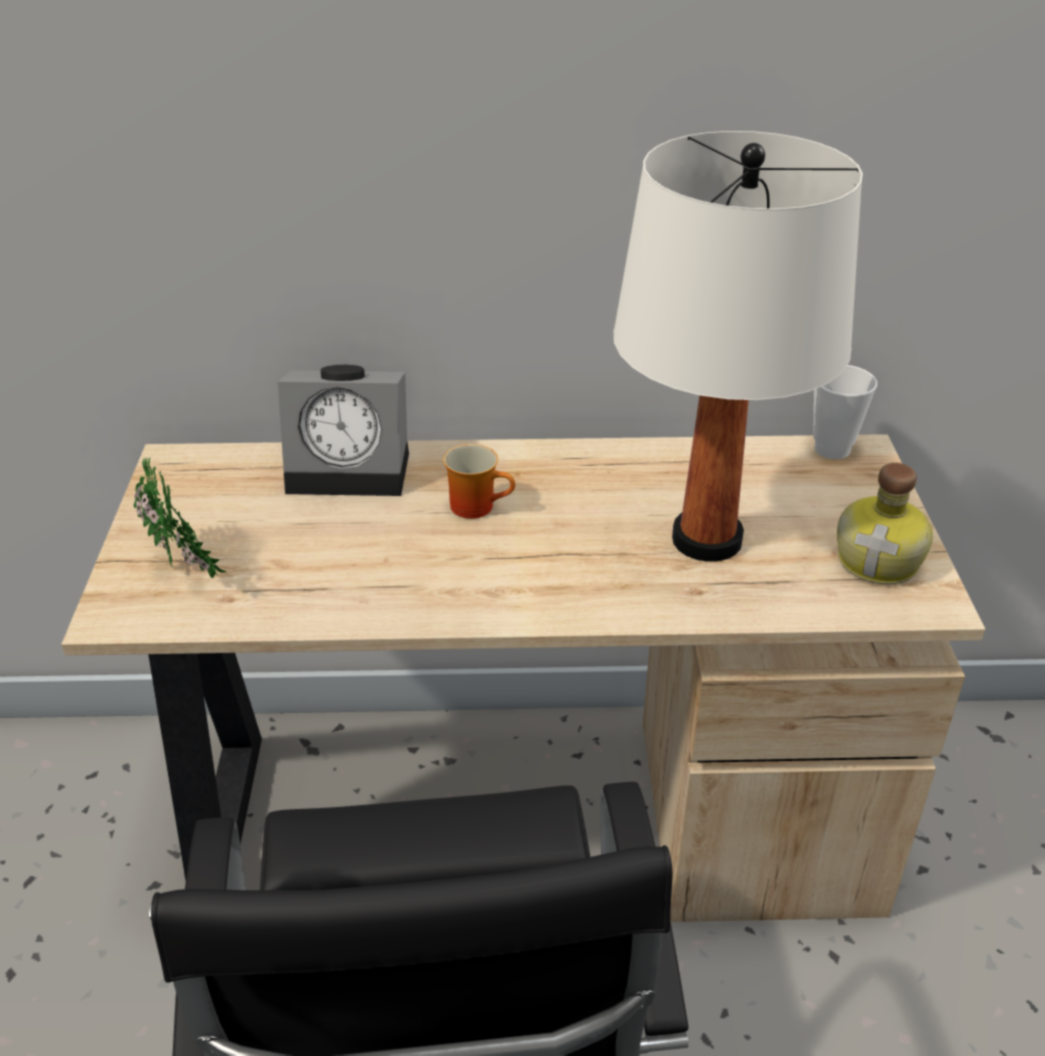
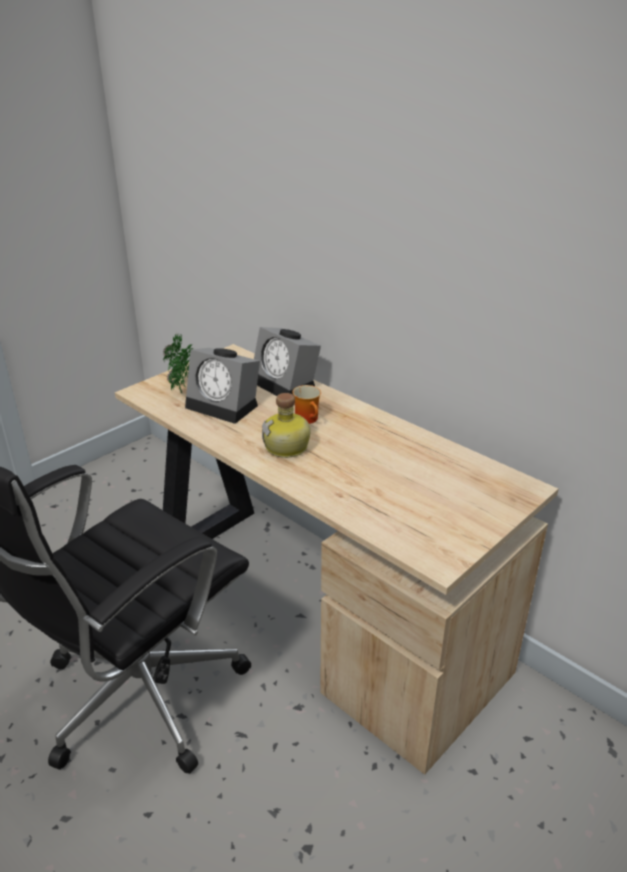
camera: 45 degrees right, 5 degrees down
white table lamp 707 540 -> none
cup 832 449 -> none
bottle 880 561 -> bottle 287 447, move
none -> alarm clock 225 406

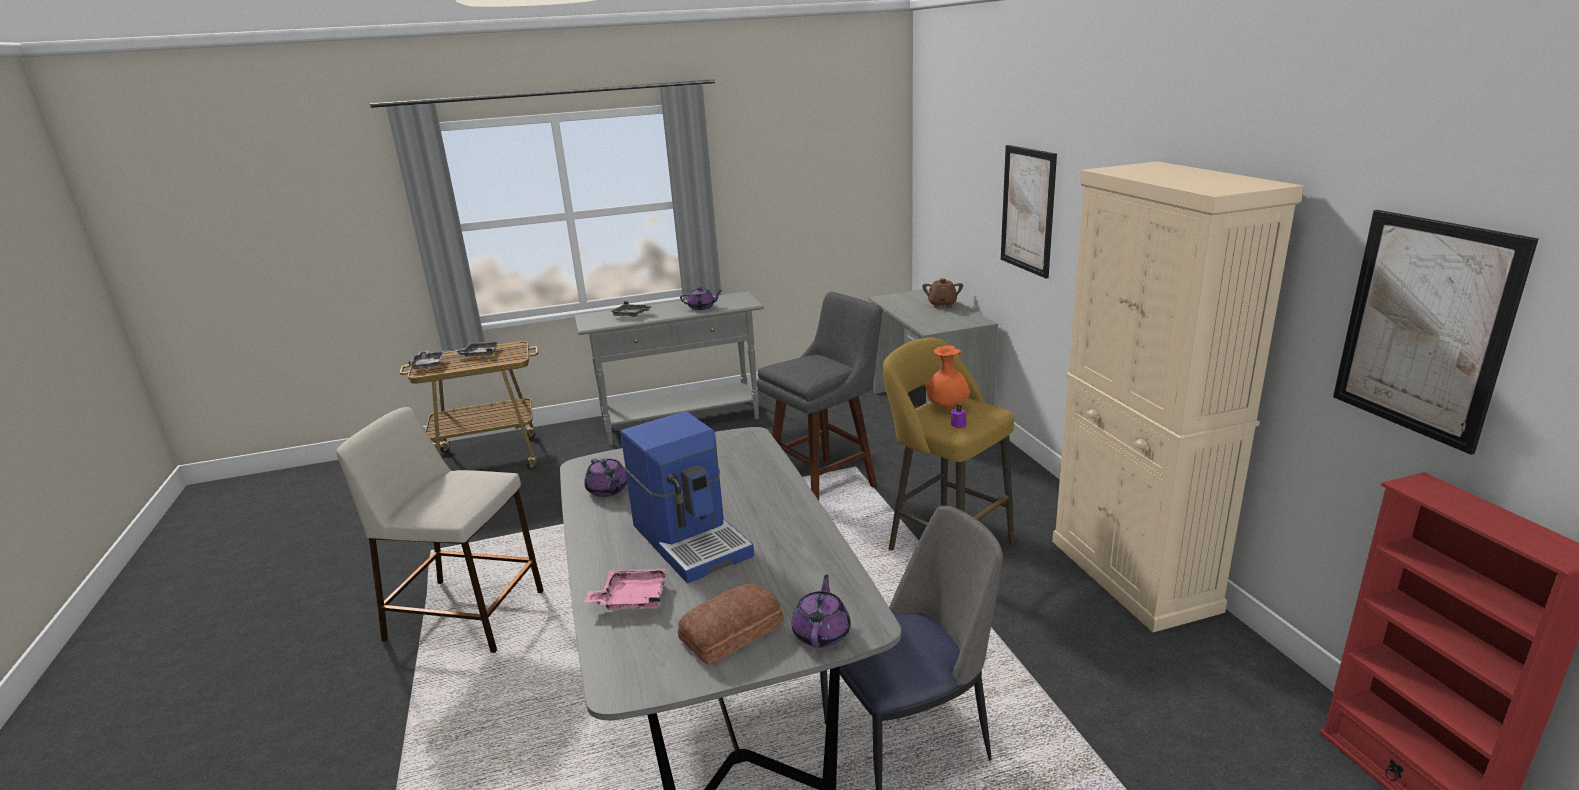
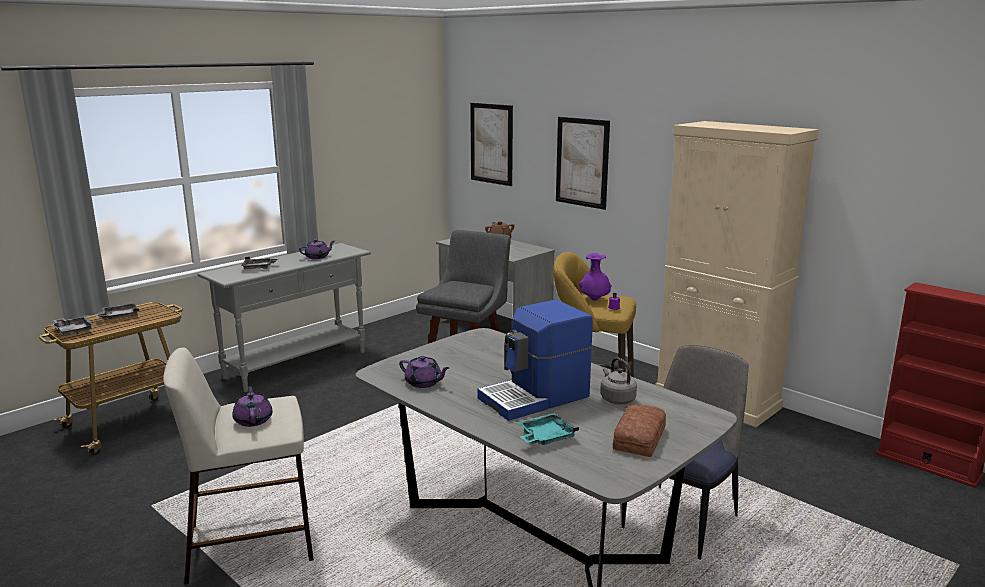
camera: 30 degrees left, 5 degrees down
pink tray 632 598 -> turquoise tray 545 437
coffee machine 692 539 -> coffee machine 535 398, 120 degrees clockwise
purple teapot 822 633 -> purple teapot 253 420, move
orange vase 947 408 -> purple vase 594 300
picture 1424 327 -> picture 491 143, move
none -> grey kettle 616 399

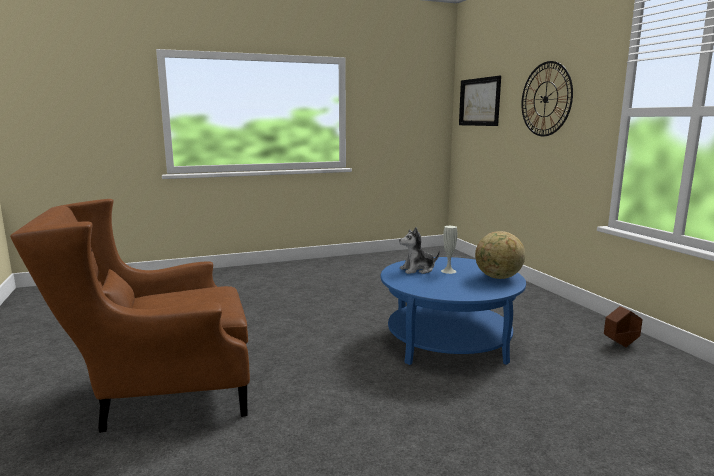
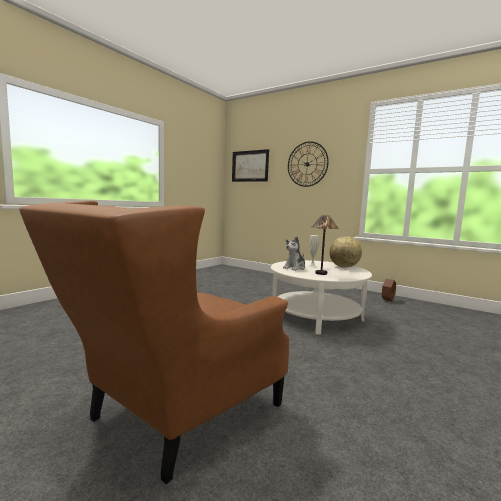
camera: 35 degrees left, 5 degrees down
blue coffee table 448 341 -> white coffee table 316 316
none -> table lamp 321 273

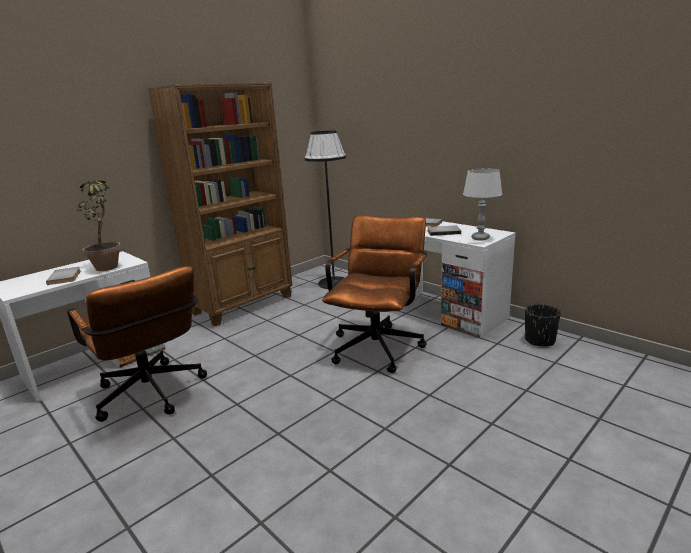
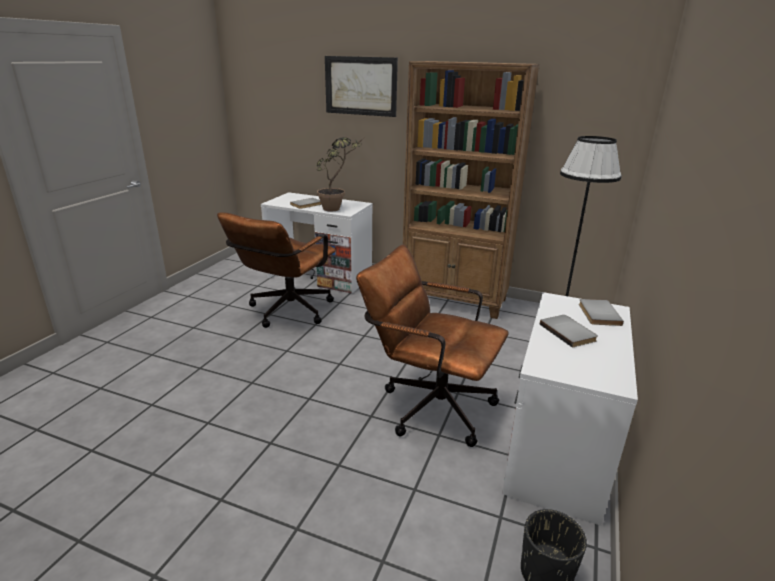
camera: 65 degrees right, 5 degrees up
brown office chair 379 344 -> brown office chair 429 404, 150 degrees counterclockwise
grey table lamp 480 238 -> none
none -> picture 361 86

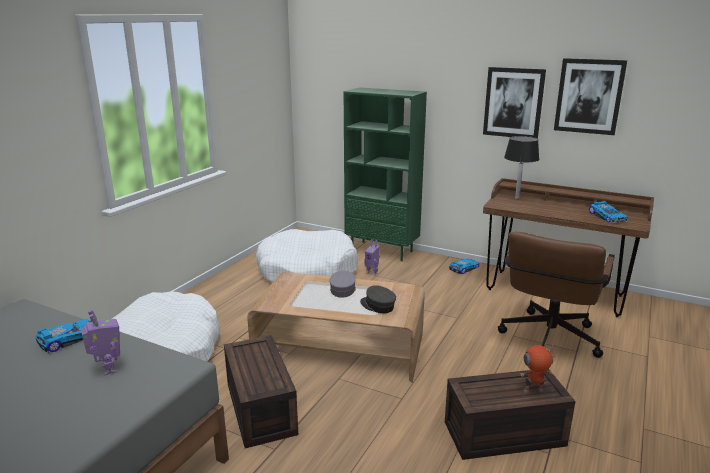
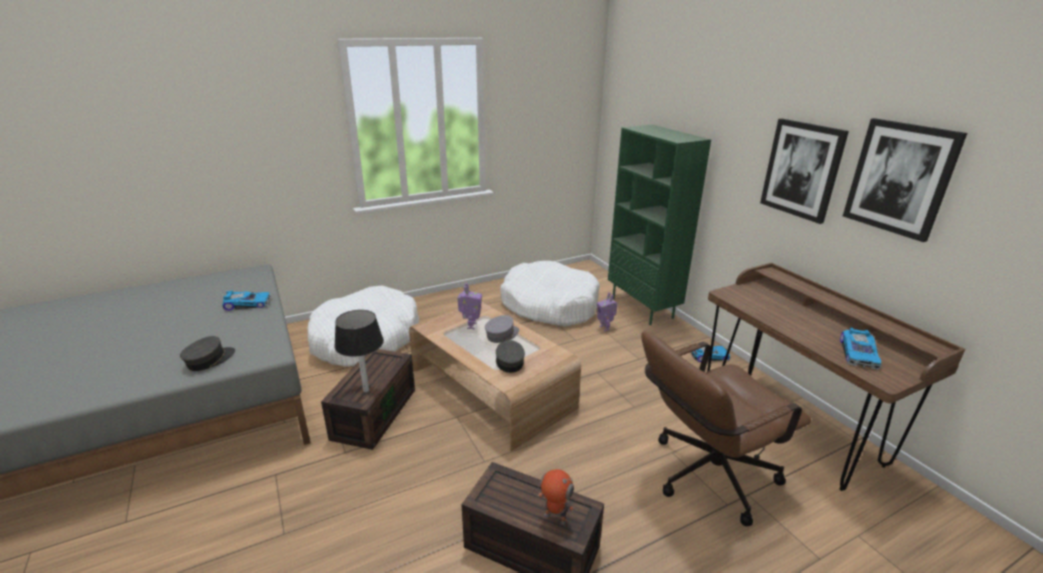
camera: 35 degrees right, 5 degrees up
toy robot 108 369 -> toy robot 470 326, move
black table lamp 517 198 -> black table lamp 366 390, move
none -> grey cap 209 360

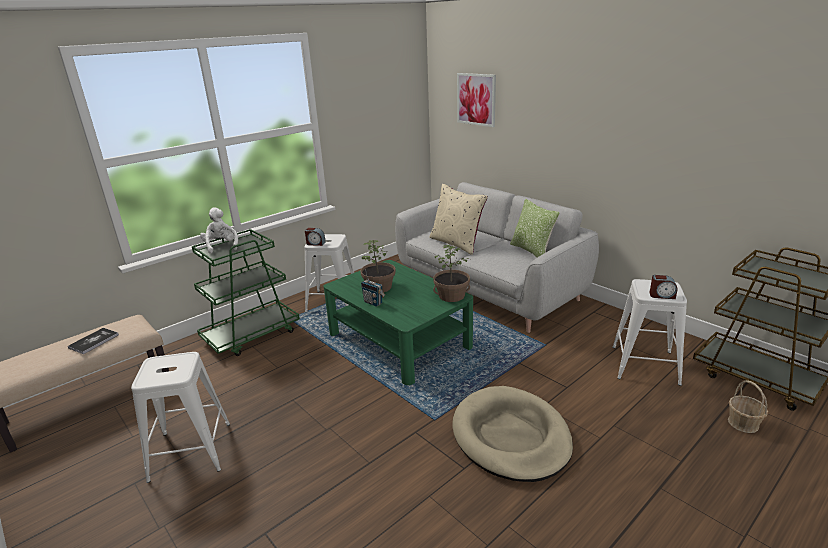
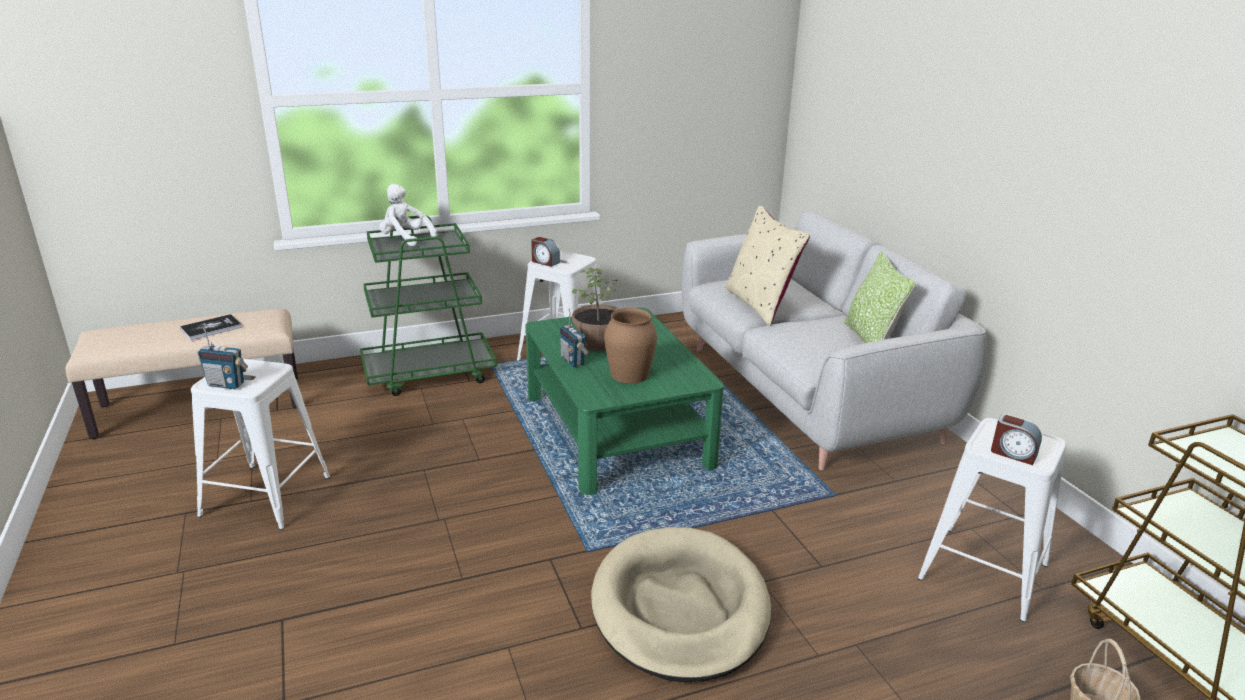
camera: 20 degrees right, 0 degrees up
white plush toy 221 246 -> white plush toy 405 239, 60 degrees counterclockwise
potted plant 451 296 -> none
picture 476 99 -> none
none -> radio 226 384
none -> brown vase 629 374

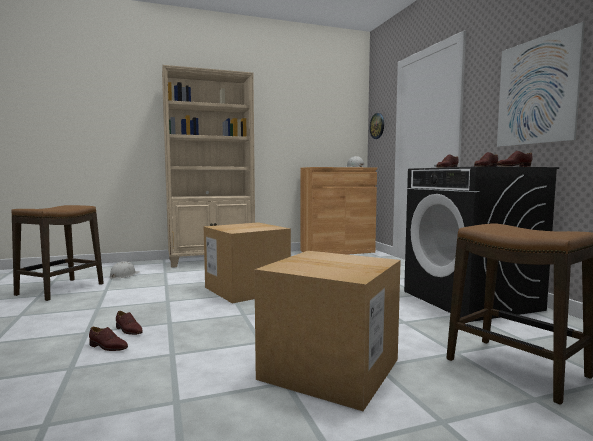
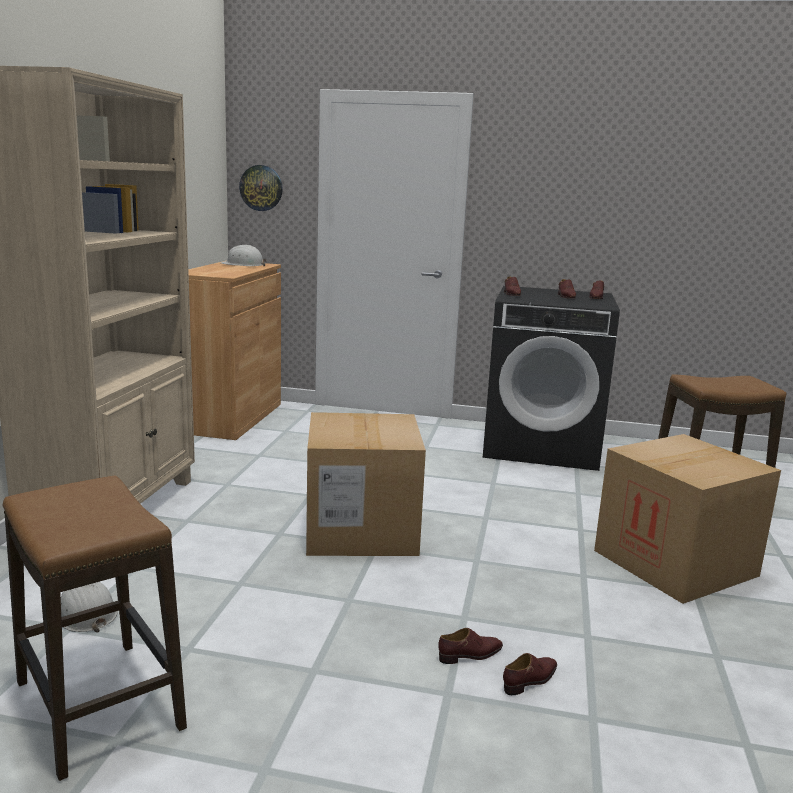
camera: 60 degrees left, 10 degrees up
picture 537 91 -> none

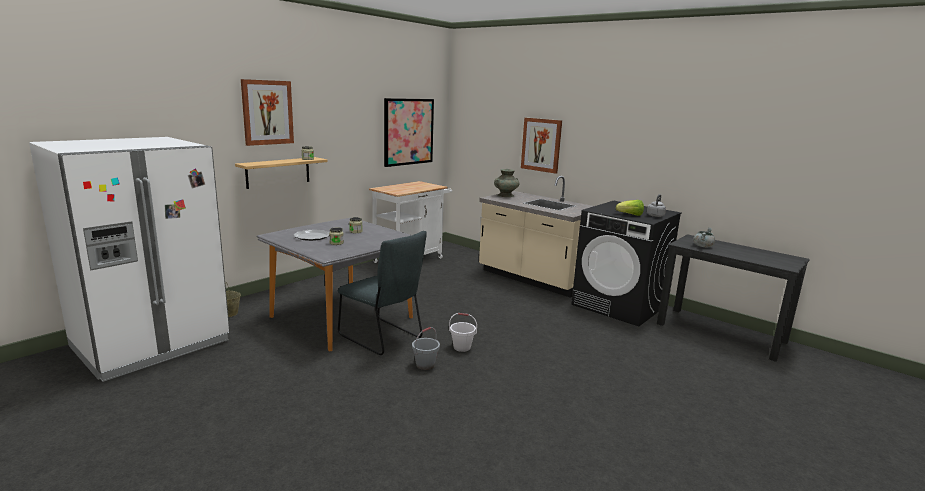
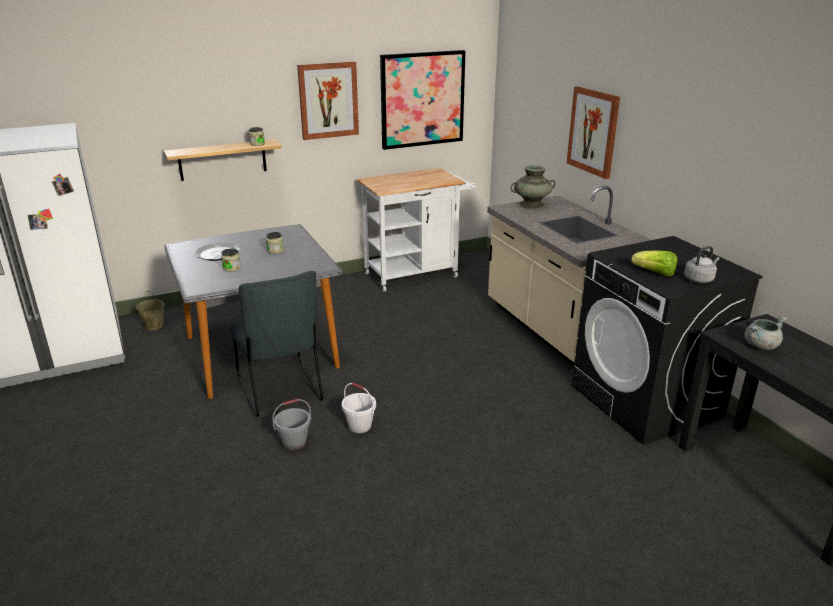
camera: 25 degrees right, 10 degrees up
picture 267 112 -> picture 328 100, move

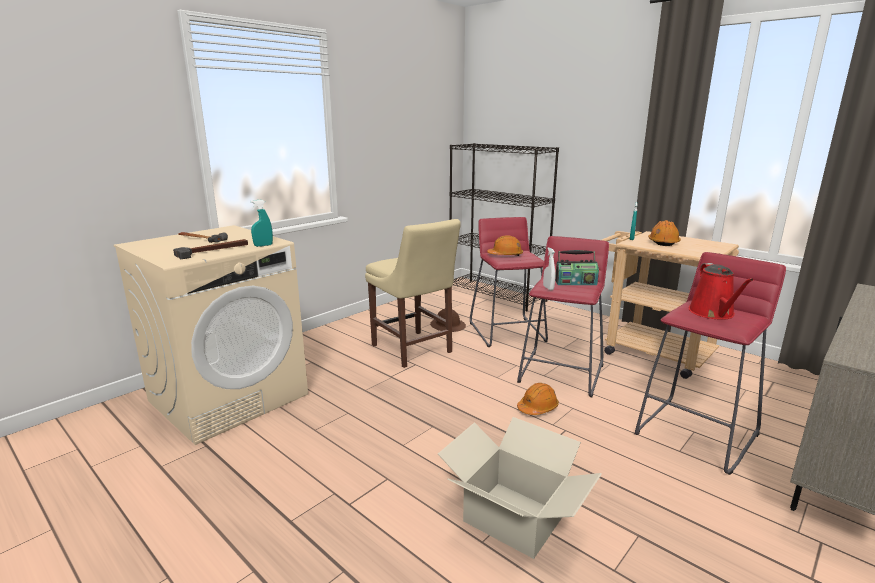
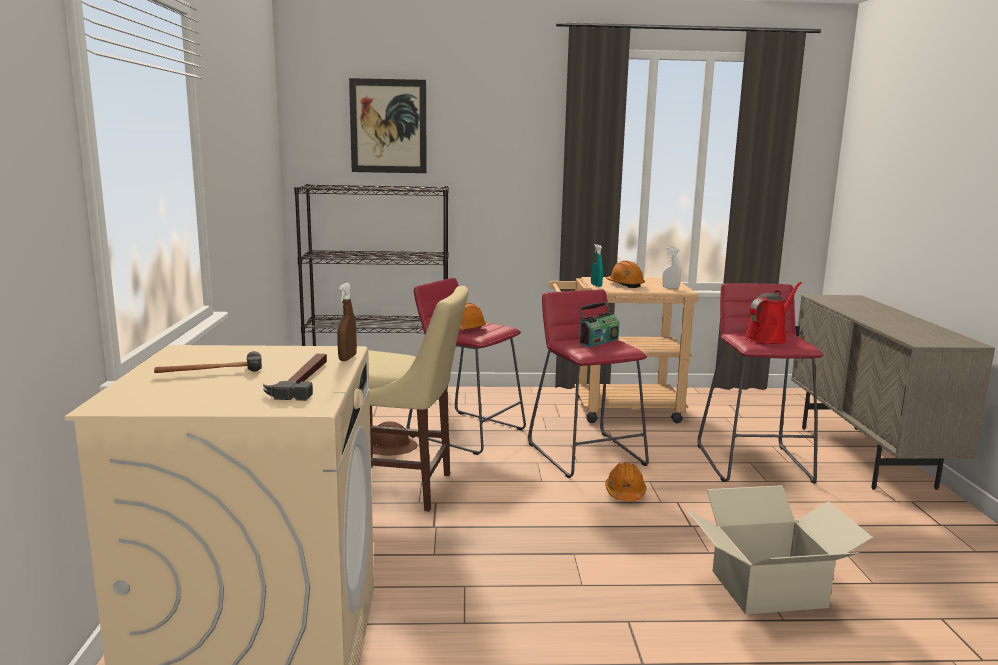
camera: 45 degrees left, 5 degrees down
turquoise spray bottle 263 245 -> brown spray bottle 347 358
white spray bottle 548 288 -> white spray bottle 670 288, move
red watering can 713 313 -> red watering can 767 338, 90 degrees counterclockwise
none -> picture 388 126

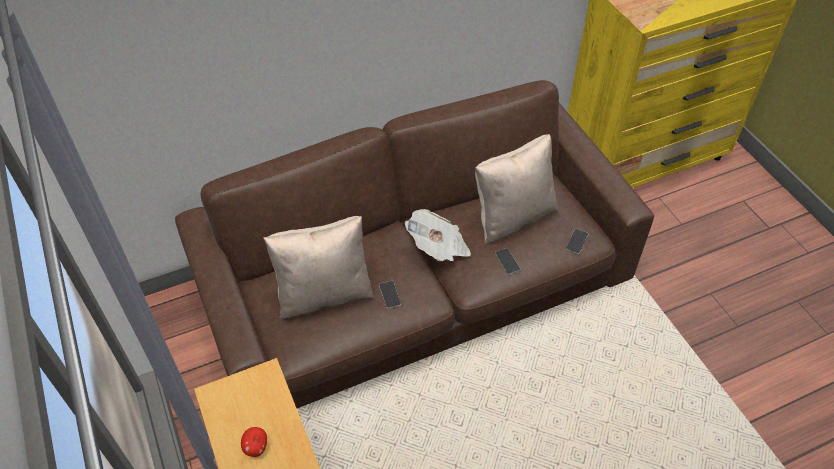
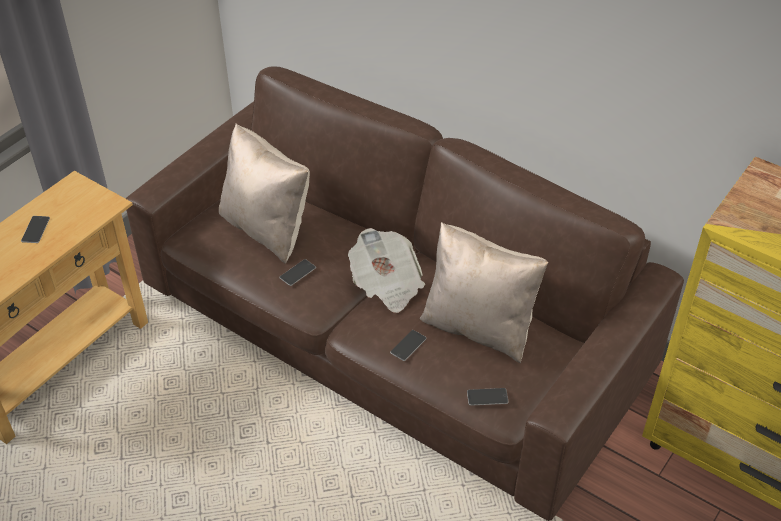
camera: 60 degrees right, 5 degrees down
apple 256 447 -> phone 35 229

